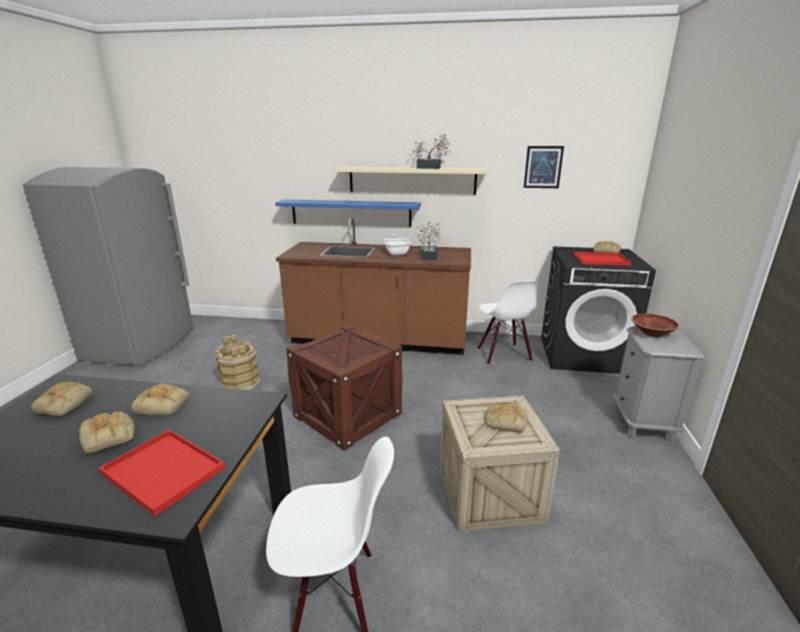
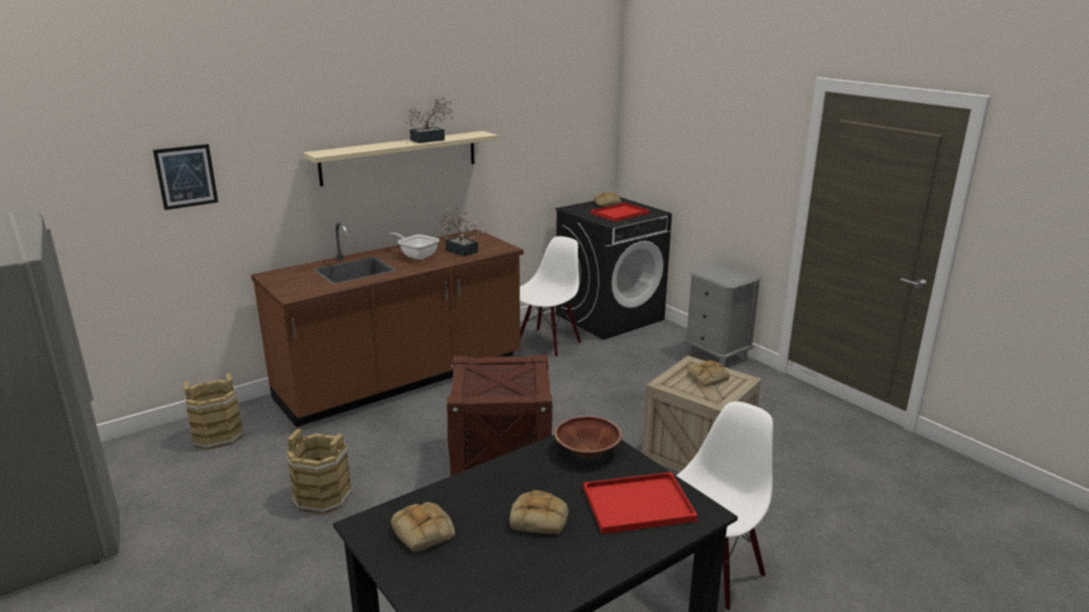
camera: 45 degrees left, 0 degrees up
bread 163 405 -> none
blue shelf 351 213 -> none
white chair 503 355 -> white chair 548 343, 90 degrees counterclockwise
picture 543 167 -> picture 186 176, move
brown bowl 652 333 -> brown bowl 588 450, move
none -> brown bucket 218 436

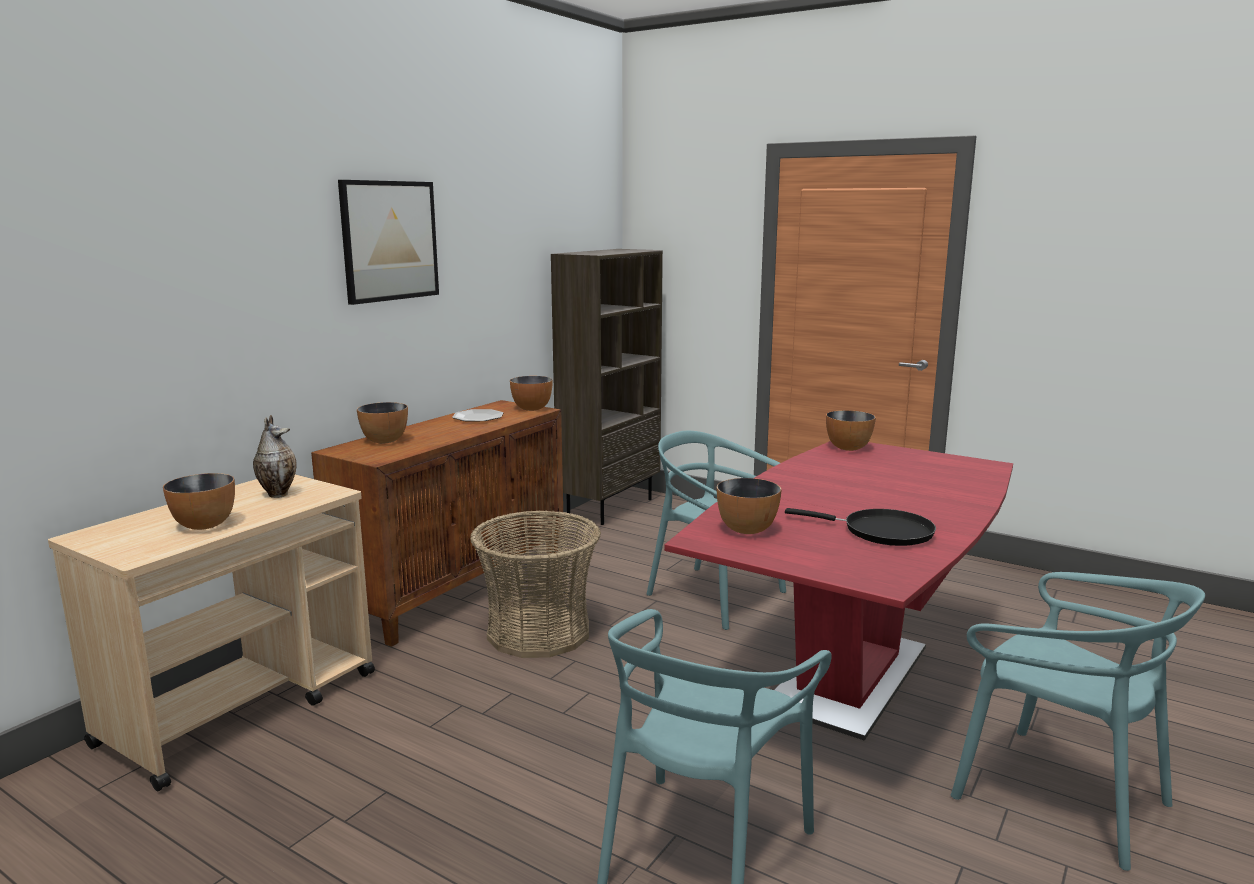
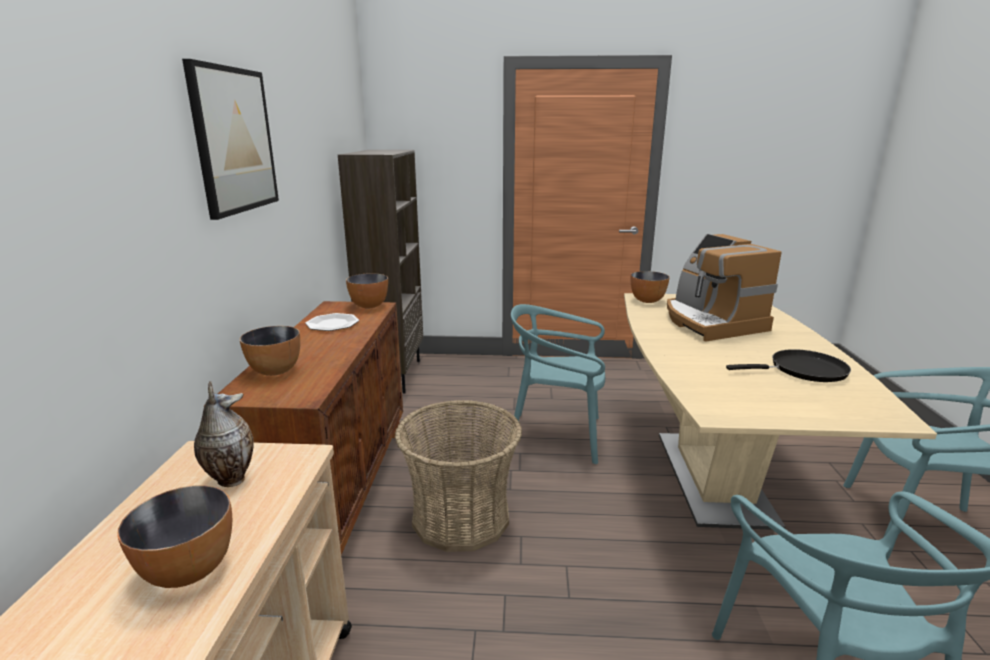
camera: 30 degrees left, 5 degrees up
red dining table 848 677 -> beige dining table 713 477
bowl 747 529 -> none
none -> coffee machine 710 322

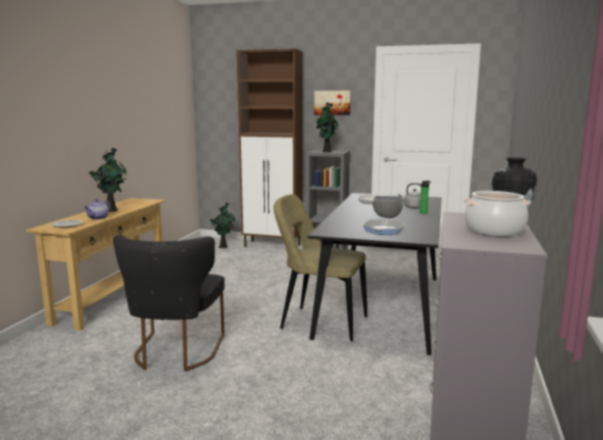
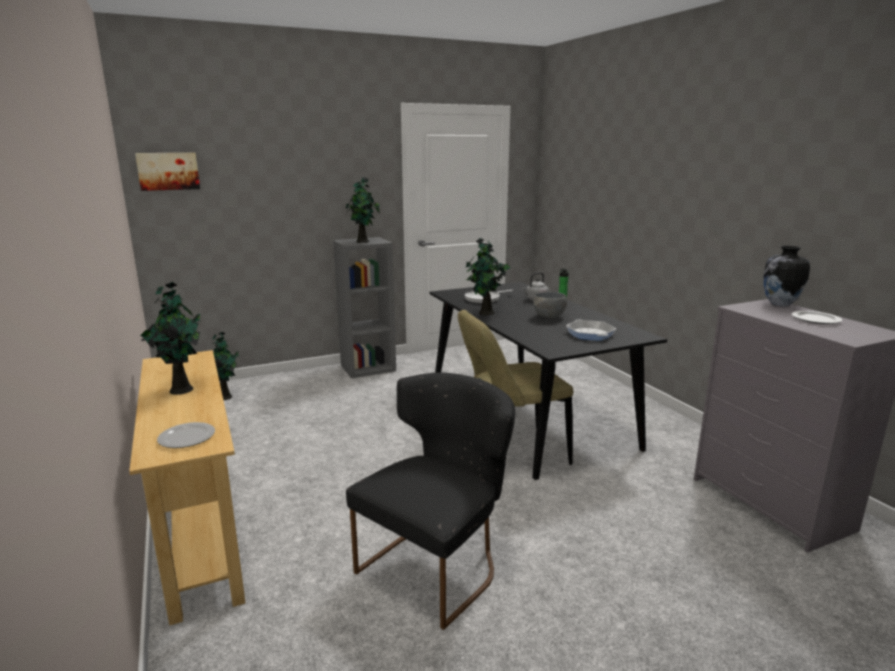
camera: 40 degrees left, 5 degrees up
teapot 98 218 -> none
black chair 175 353 -> black chair 438 565, 105 degrees counterclockwise
brown cabinet 273 246 -> none
picture 332 103 -> picture 168 171, move
cooking pot 494 230 -> plate 815 319
none -> potted plant 486 313

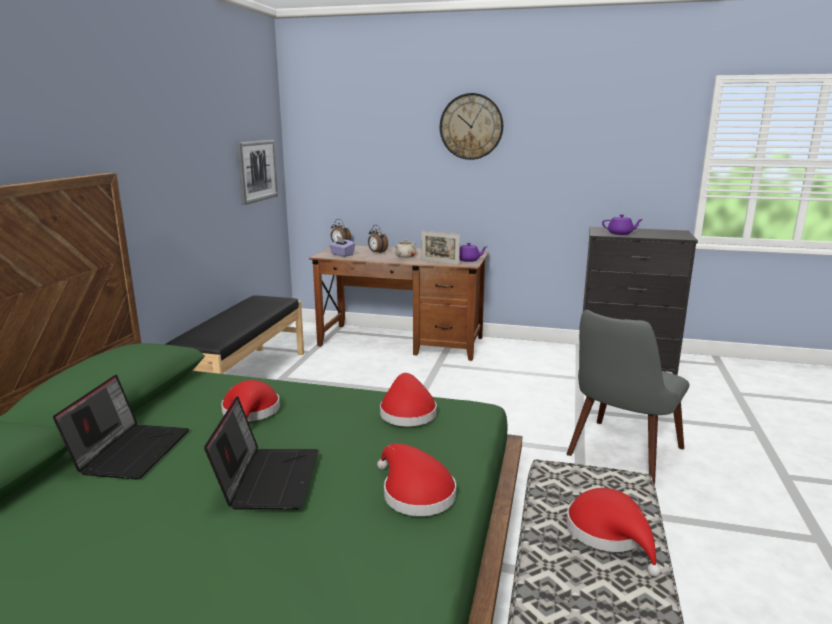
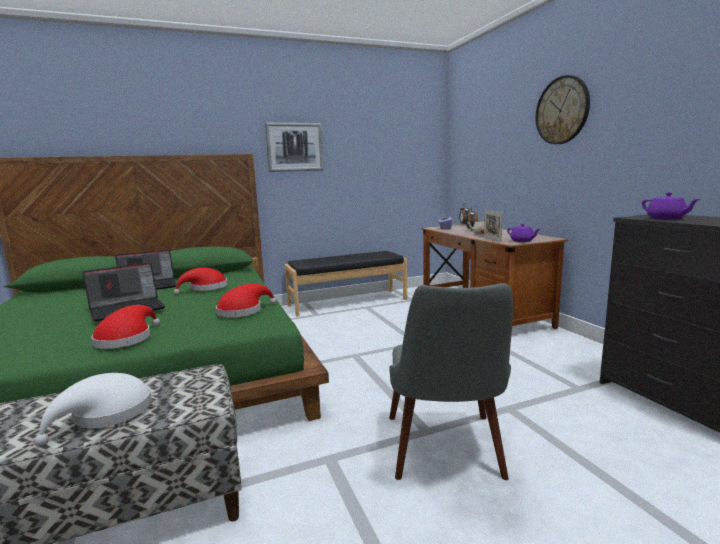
camera: 55 degrees right, 5 degrees down
picture 257 171 -> picture 295 147, move
red hat 609 534 -> white hat 107 414
grey chair 619 457 -> grey chair 447 456, 90 degrees counterclockwise

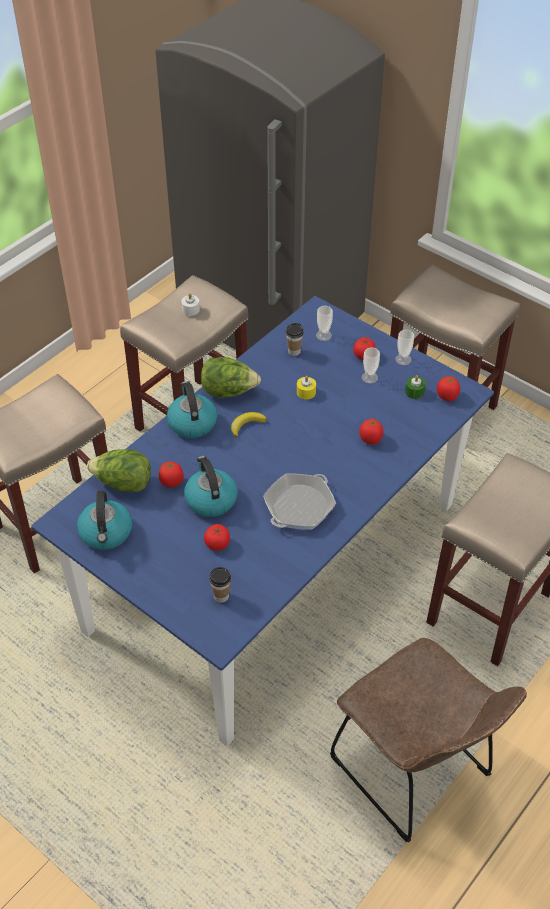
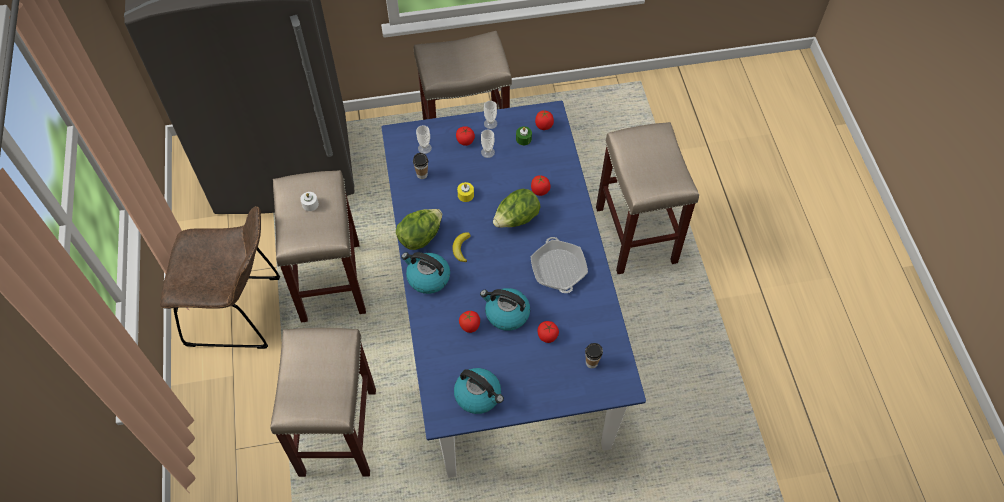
camera: 50 degrees left, 10 degrees up
lettuce 123 484 -> lettuce 516 219, move
brown chair 415 772 -> brown chair 240 311, move

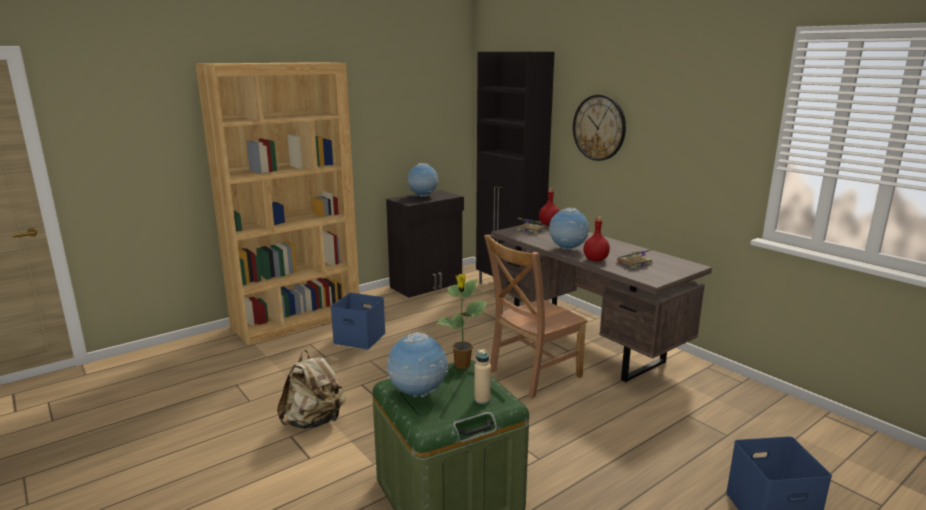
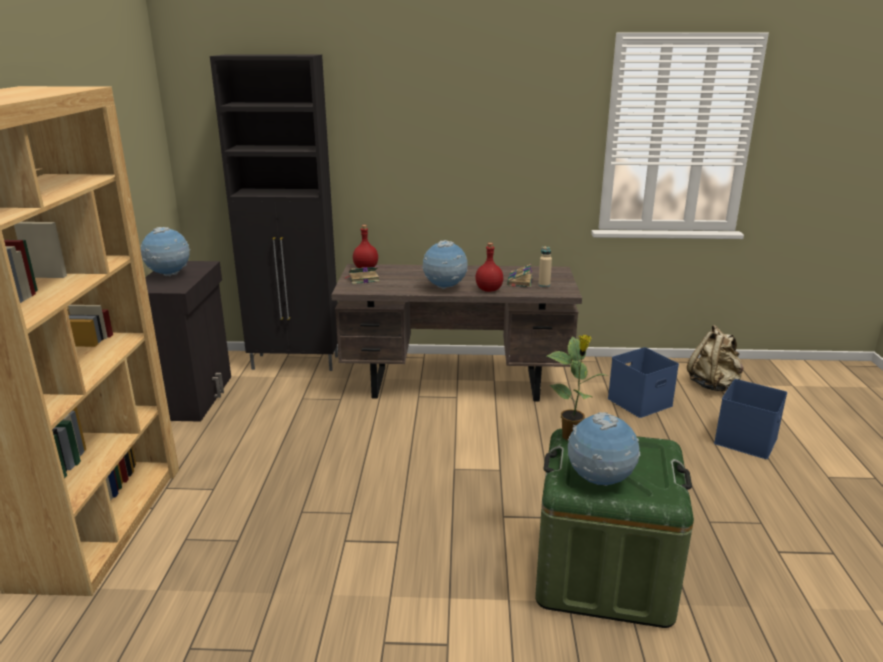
camera: 50 degrees left, 5 degrees up
beige backpack 314 421 -> beige backpack 713 385, move
blue storage box 358 338 -> blue storage box 639 402, move
beige bottle 482 399 -> beige bottle 544 285, move
brown chair 532 375 -> none
wall clock 599 127 -> none

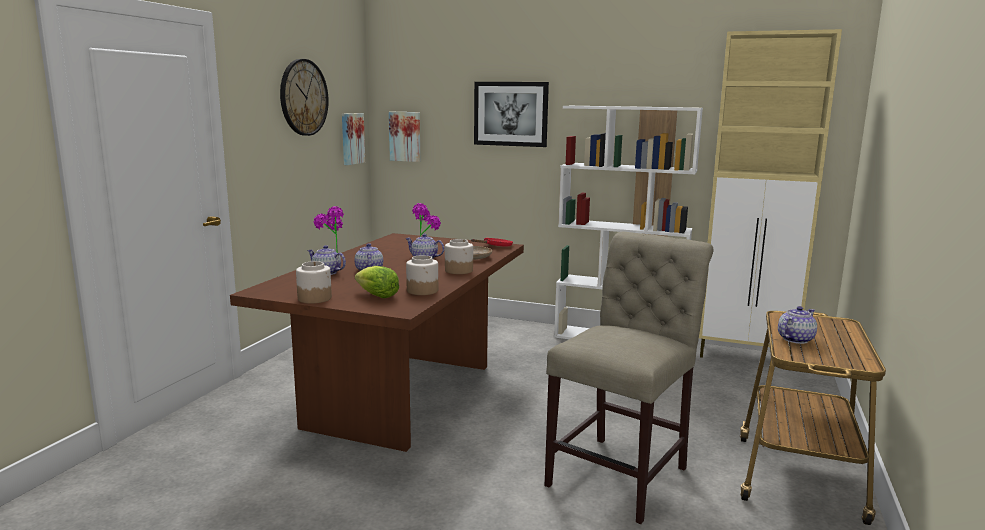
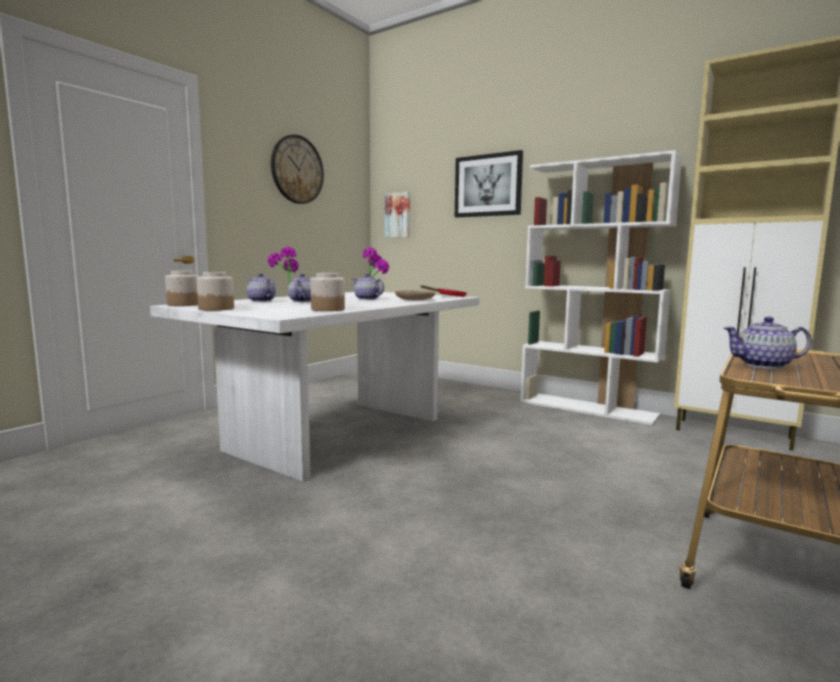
camera: 15 degrees right, 5 degrees down
brown dining table 403 395 -> white dining table 339 434
picture 351 138 -> none
lettuce 377 296 -> none
jar 459 270 -> jar 184 304, move
beige chair 622 473 -> none
teapot 794 339 -> teapot 764 365, 150 degrees counterclockwise

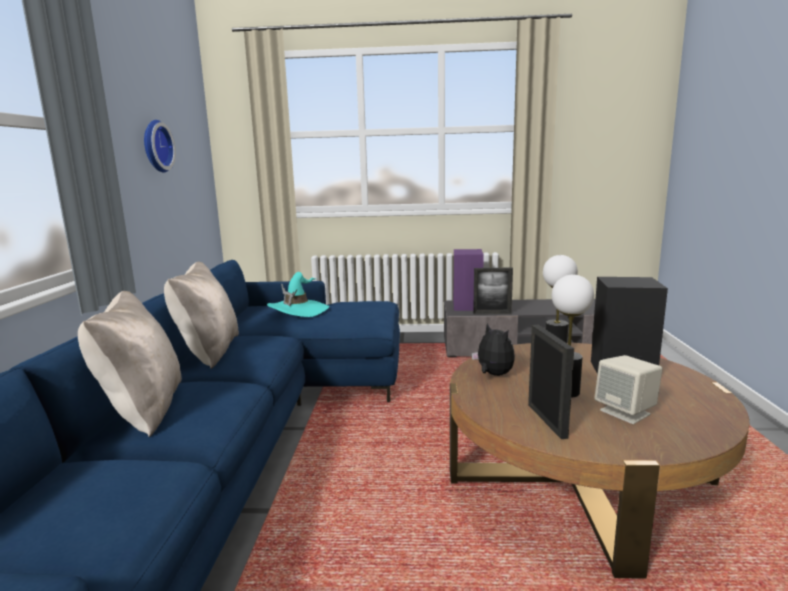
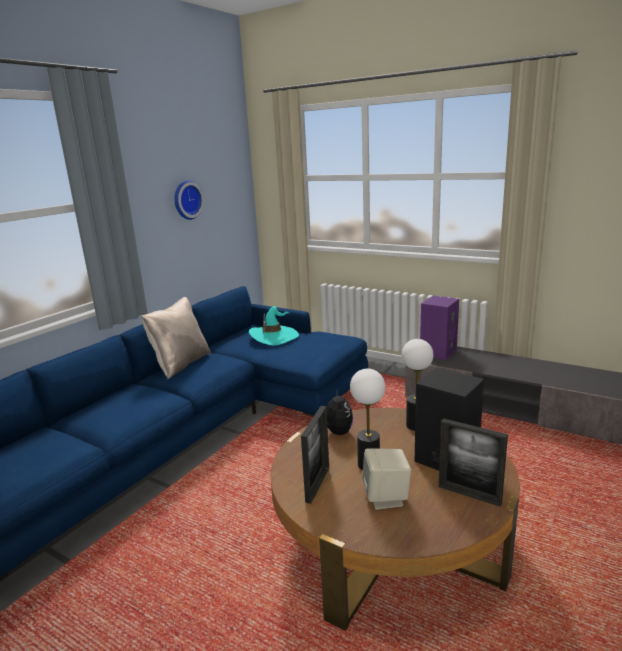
camera: 30 degrees right, 5 degrees up
beige pillow 143 409 -> none
picture frame 492 313 -> picture frame 469 494, move

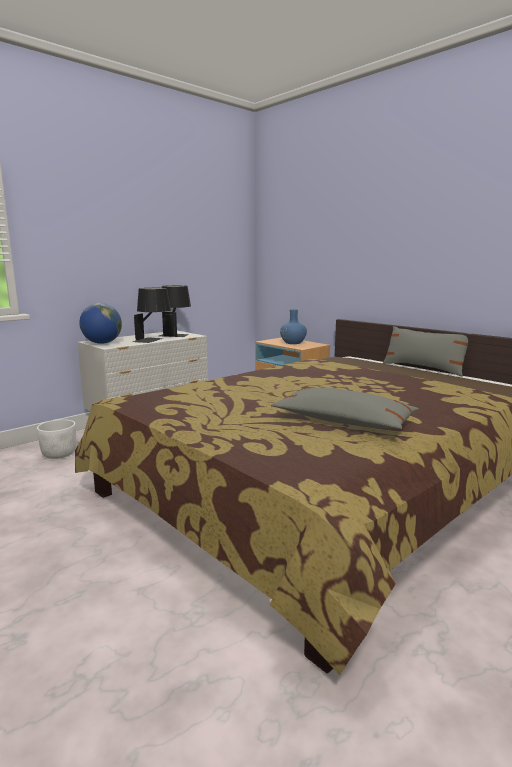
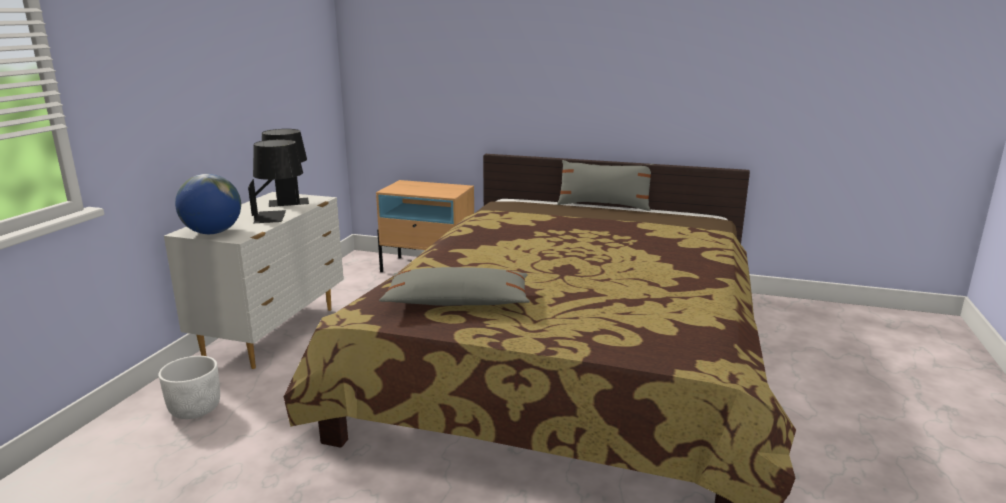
camera: 30 degrees left, 5 degrees up
grey pillow 343 421 -> grey pillow 457 302, move
blue vase 293 343 -> none

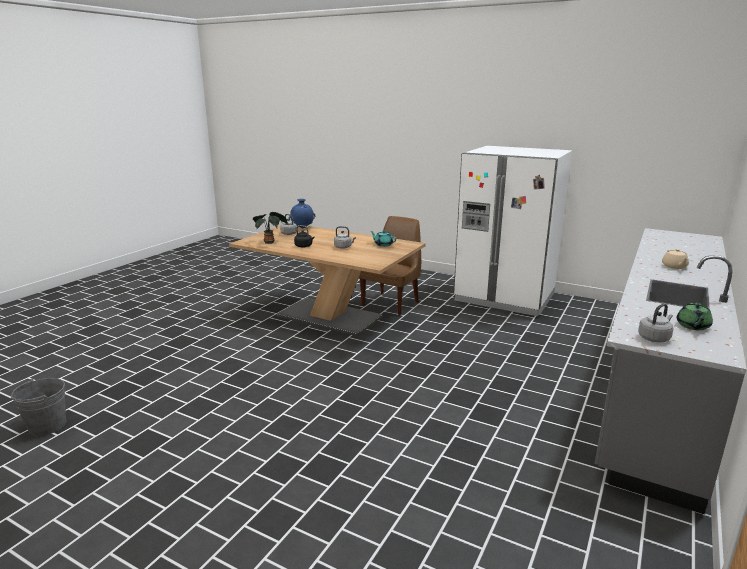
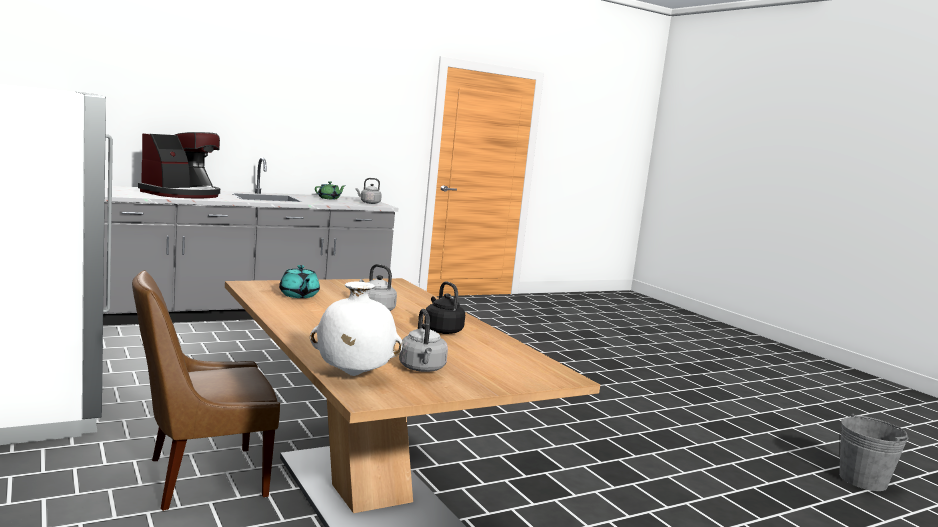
camera: 150 degrees left, 10 degrees down
potted plant 270 242 -> none
blue vase 302 228 -> white vase 352 375
beige teapot 674 267 -> coffee machine 182 194

